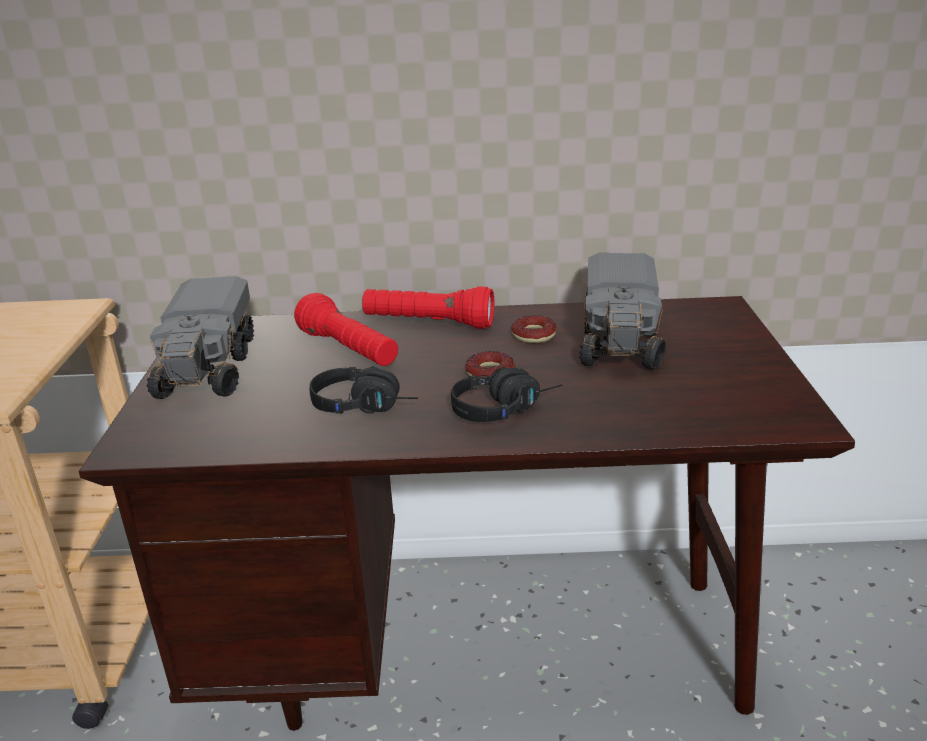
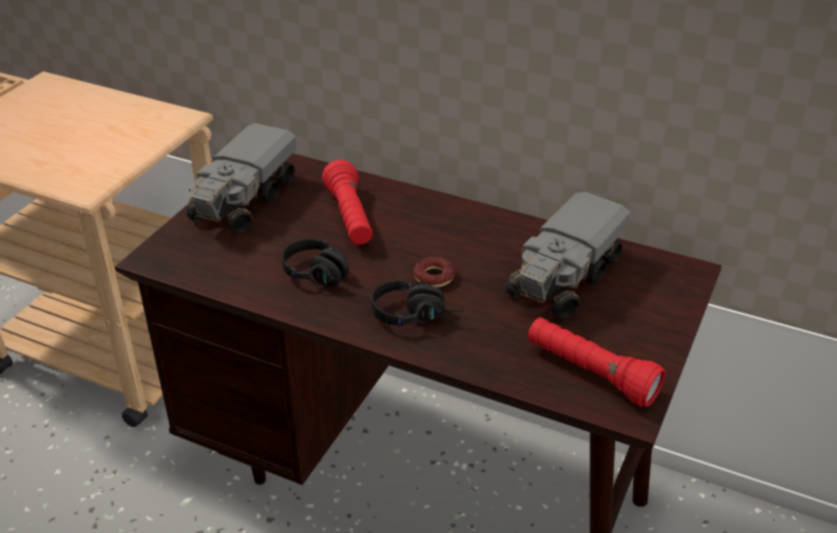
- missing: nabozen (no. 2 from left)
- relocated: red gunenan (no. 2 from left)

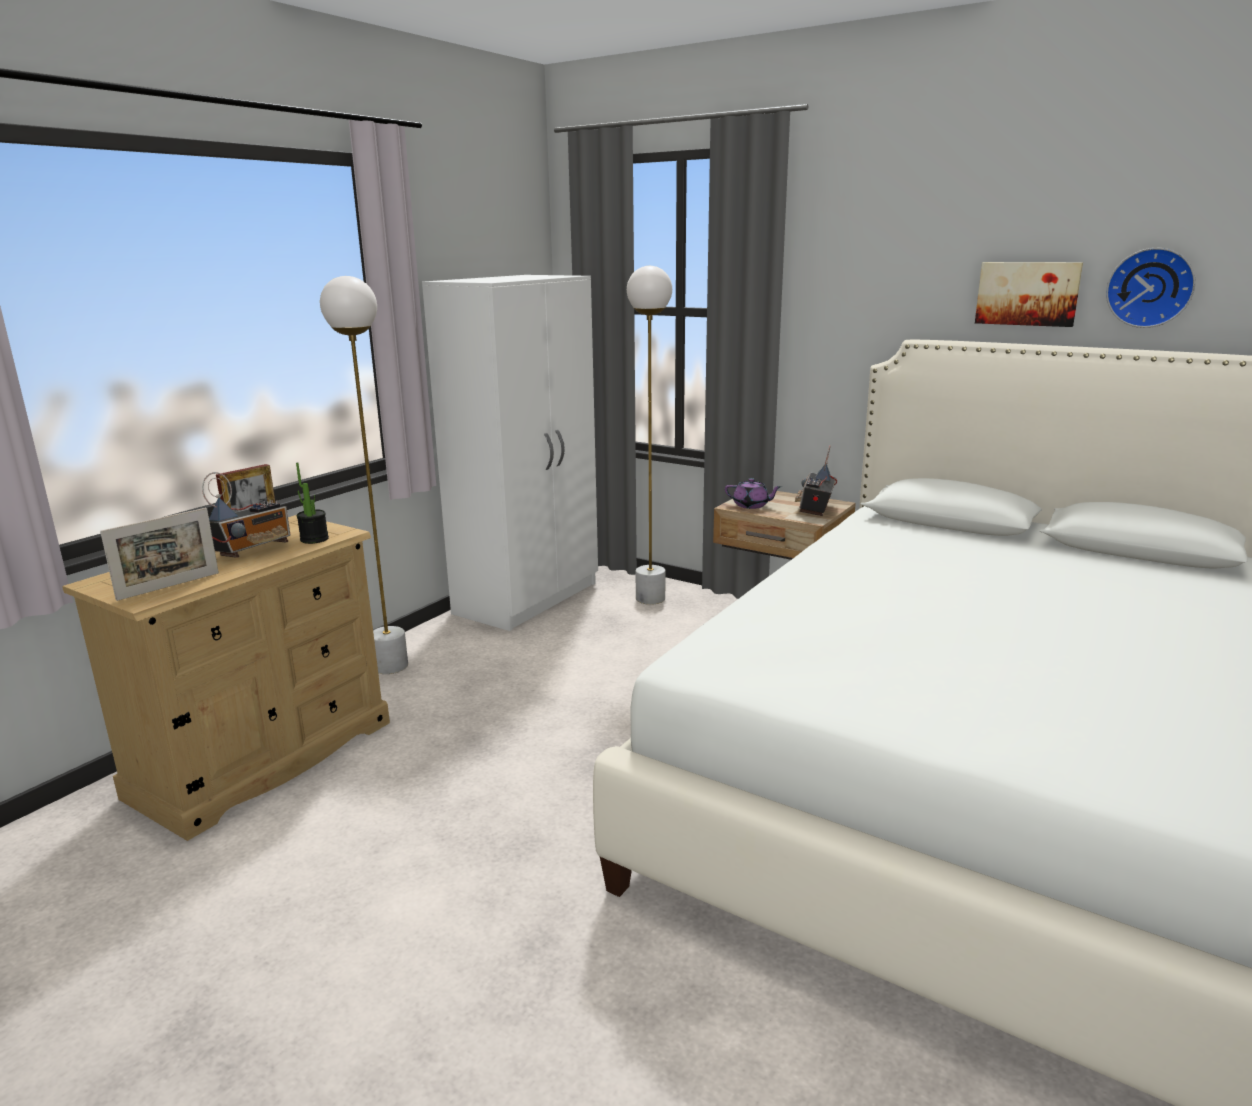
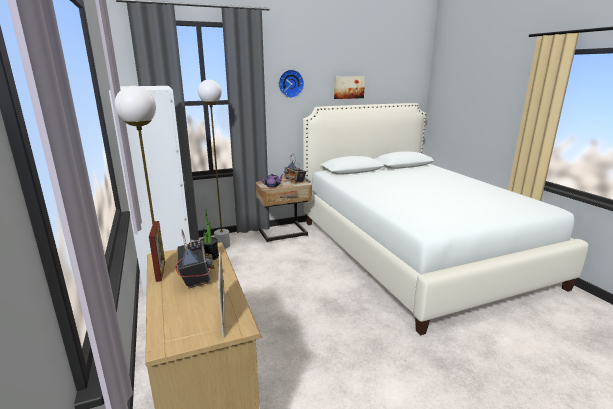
- relocated: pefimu

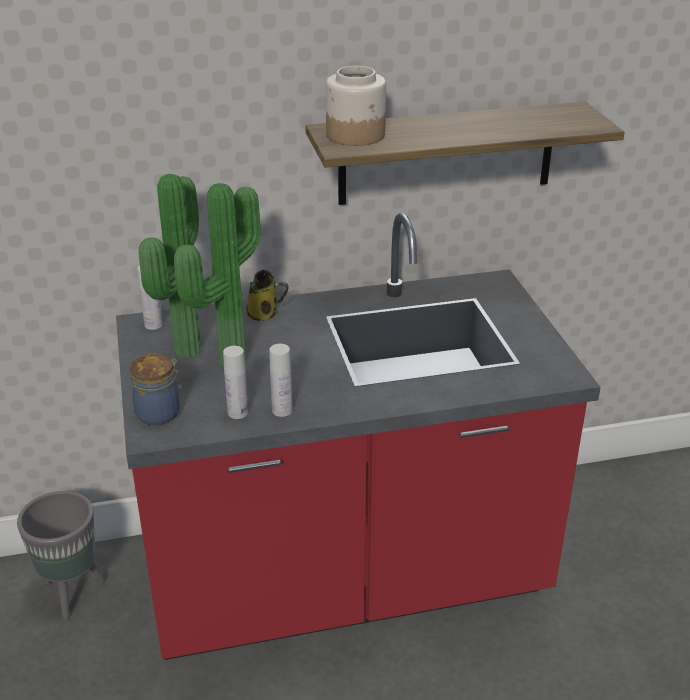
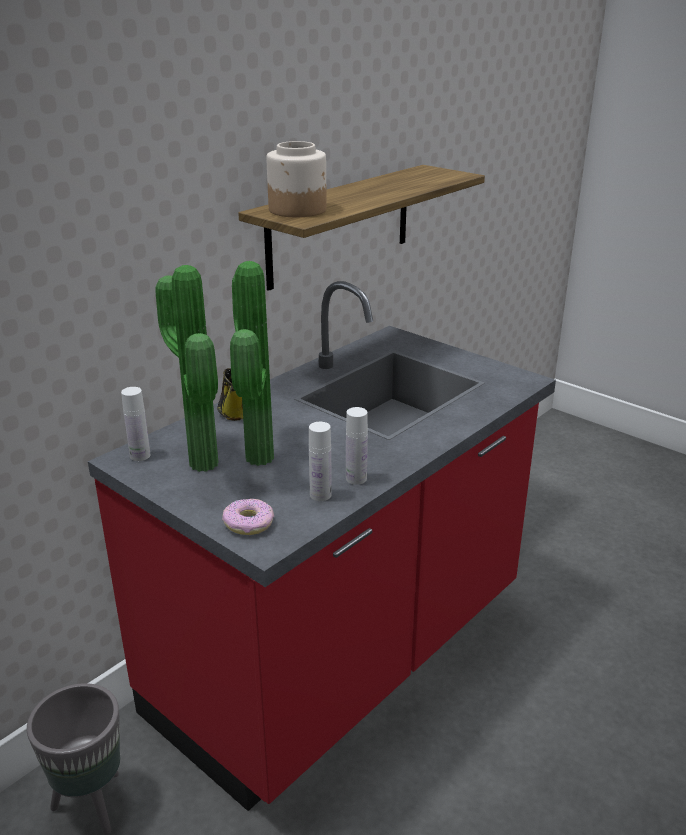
- exchanged: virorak (no. 1 from left) to nabozen

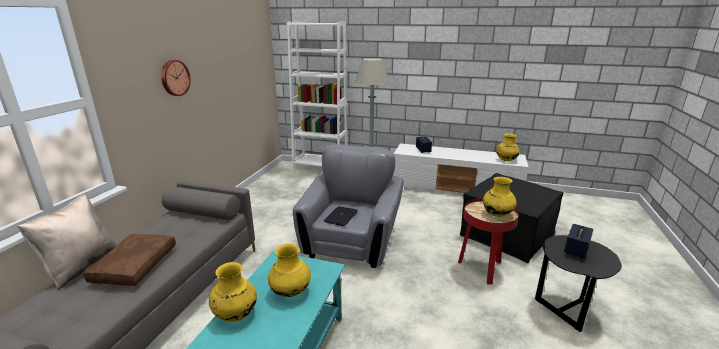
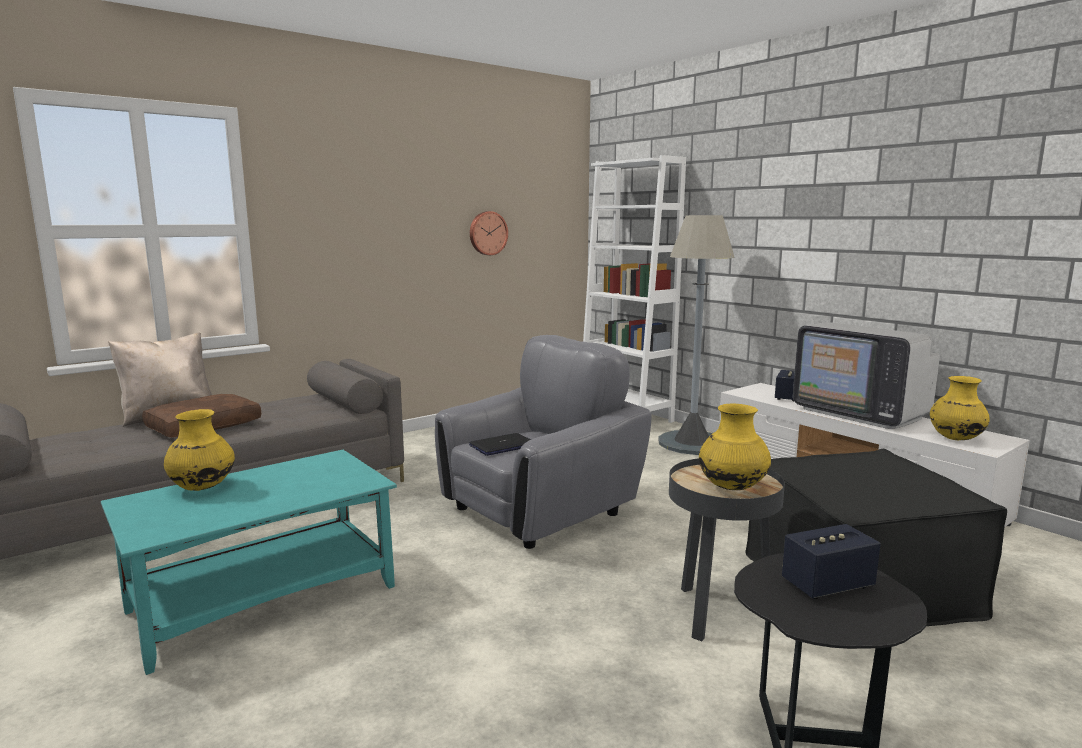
- missing: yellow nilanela (no. 2 from left)
- appeared: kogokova
- relocated: pefimu
- colour: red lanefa to black lanefa (no. 1 from left)

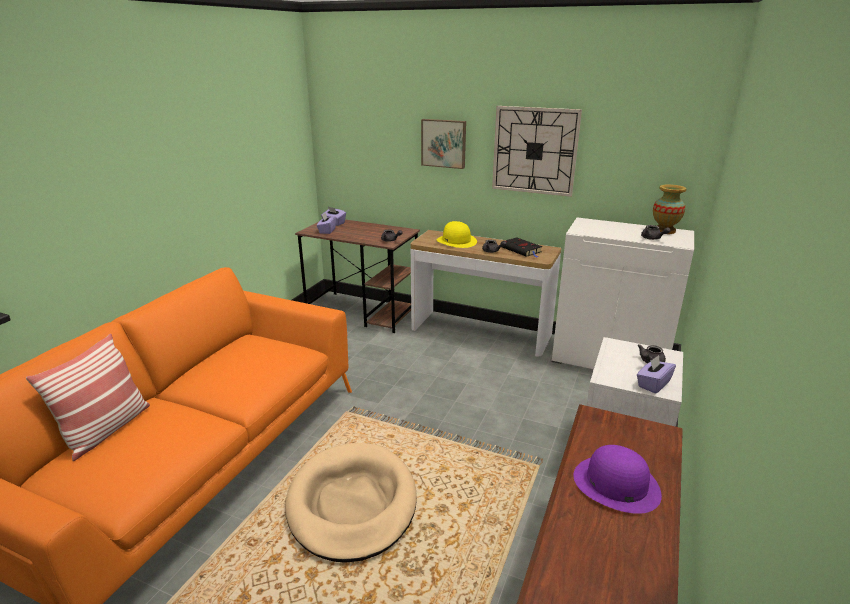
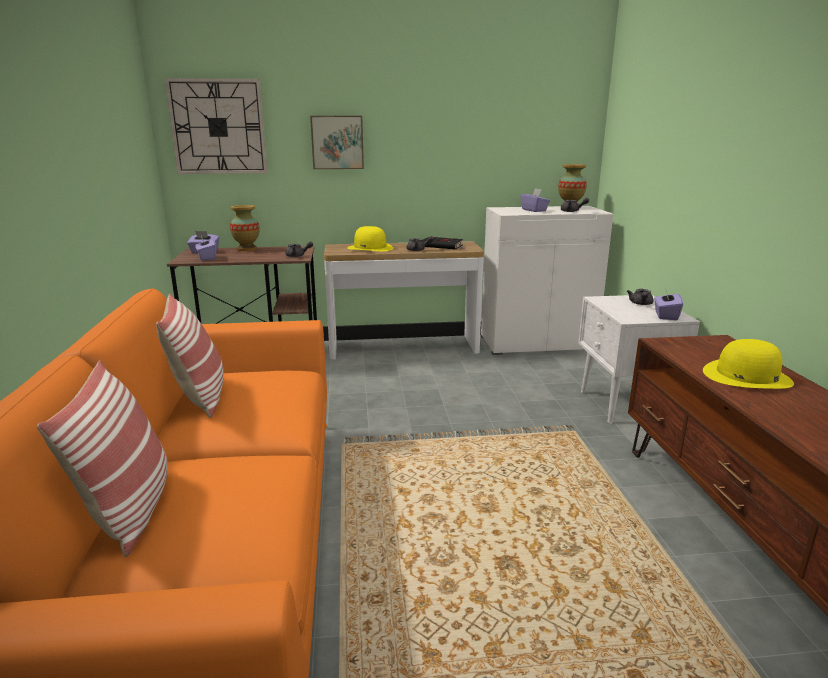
- missing: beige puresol
- appeared: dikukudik (no. 2 from left)
- appeared: nilanela (no. 1 from left)
- appeared: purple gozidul (no. 3 from left)
- relocated: pefimu
- colour: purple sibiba to yellow sibiba (no. 2 from left)

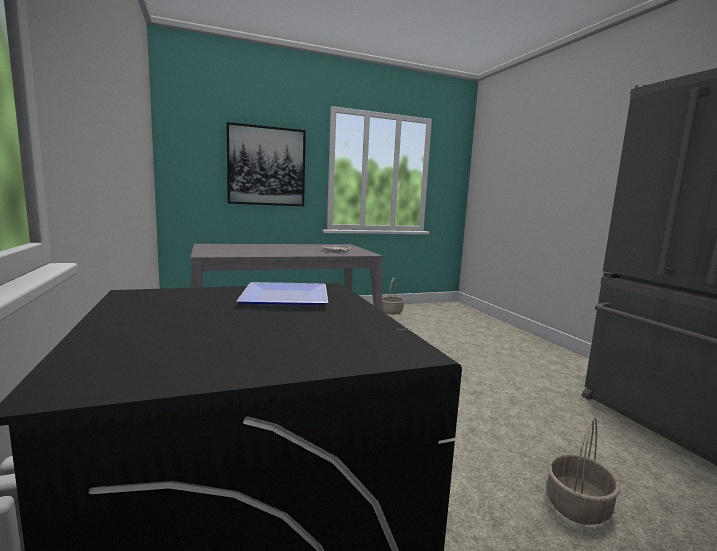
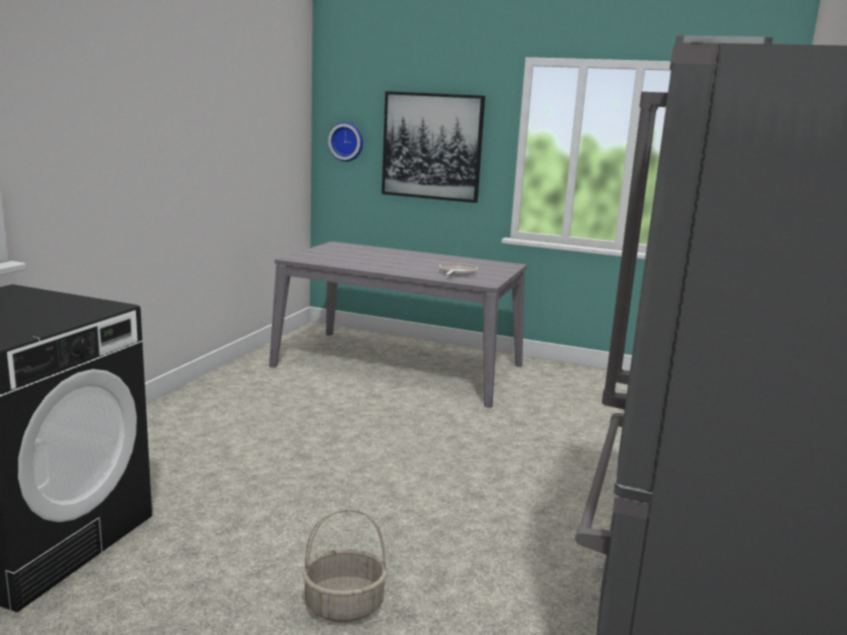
- missing: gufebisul
- missing: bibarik (no. 1 from left)
- appeared: pefimu

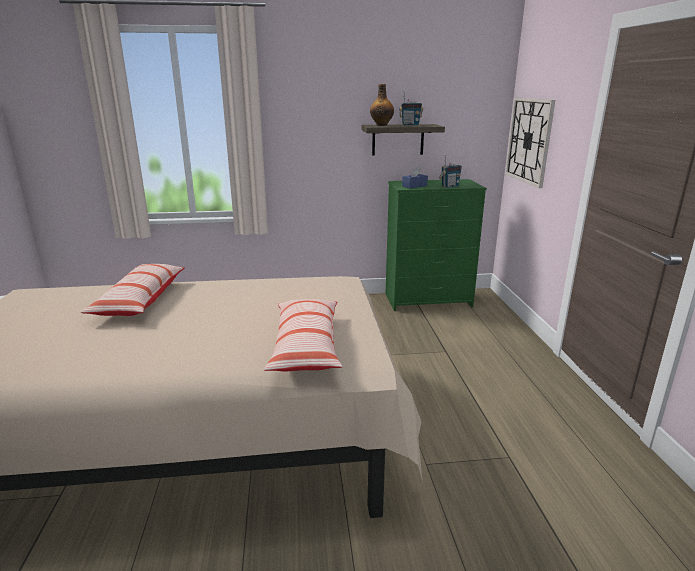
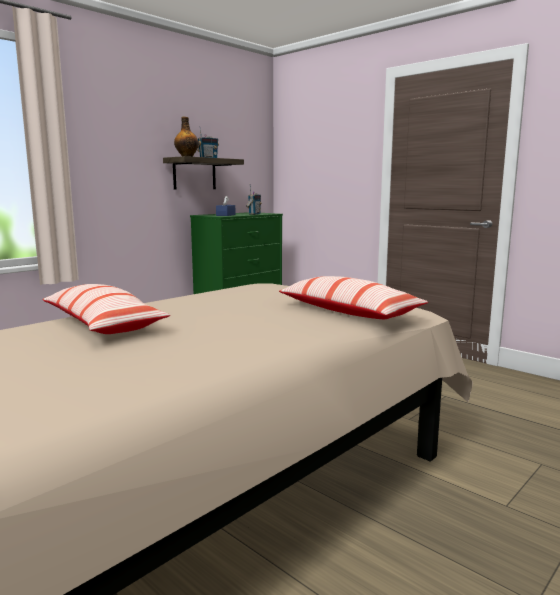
- missing: pefimu

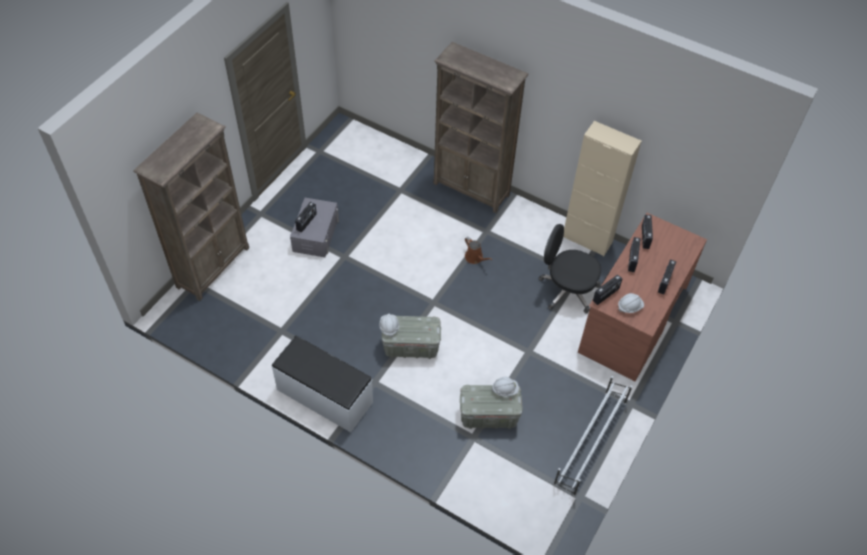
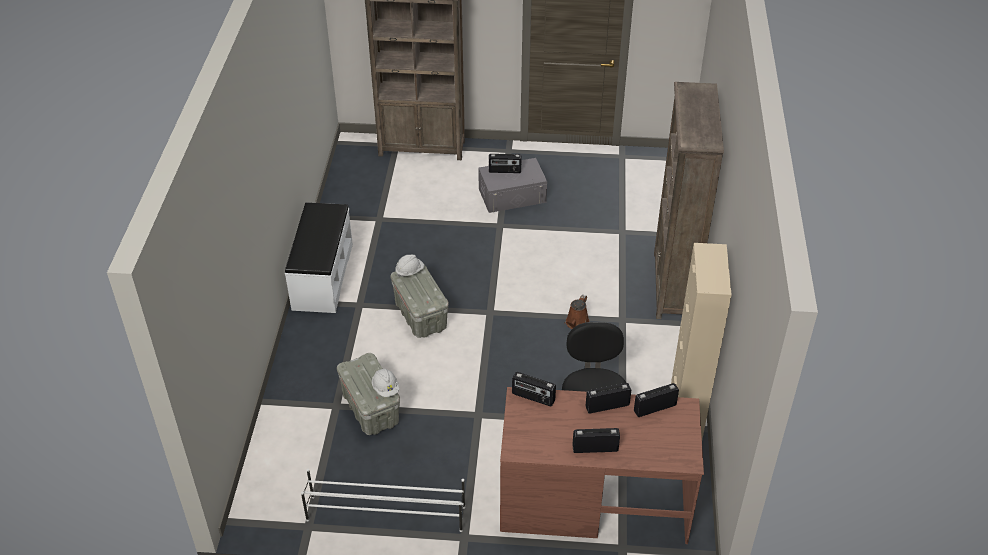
- missing: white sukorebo (no. 3 from left)

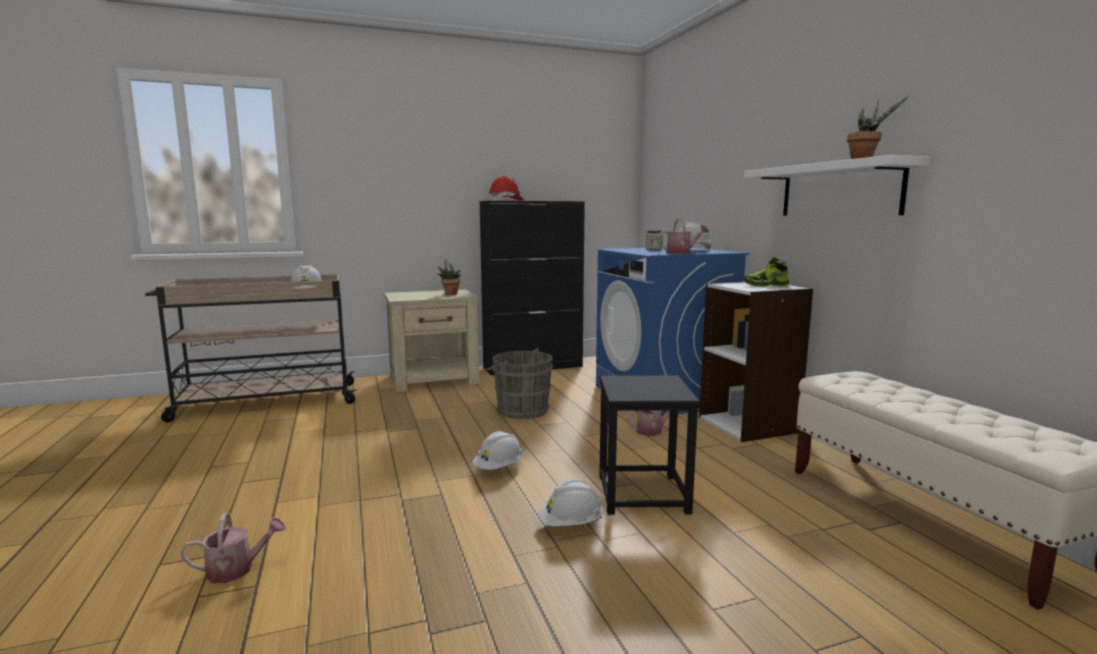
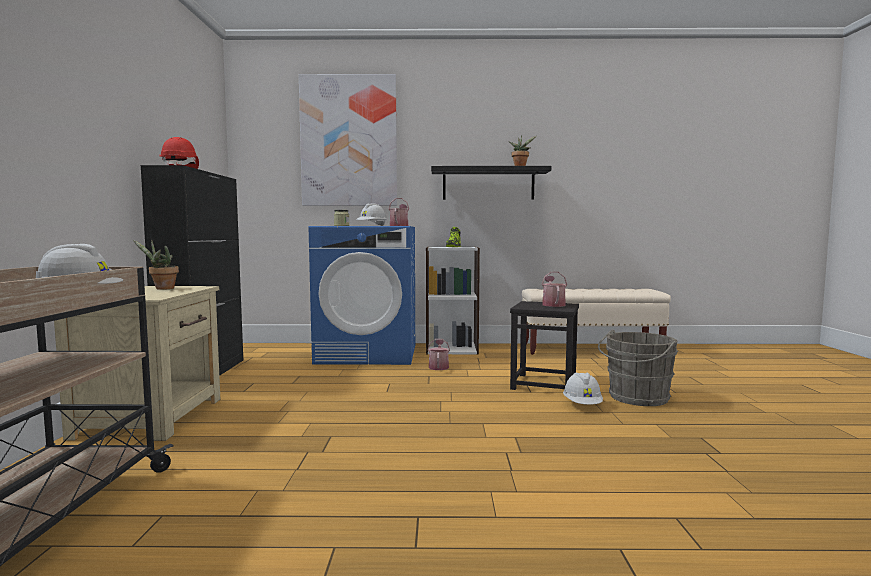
- missing: white sukorebo (no. 2 from left)
- appeared: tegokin
- relocated: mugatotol (no. 1 from left in the first image) to mugatotol (no. 3 from left)
- relocated: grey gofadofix
- colour: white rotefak to black rotefak

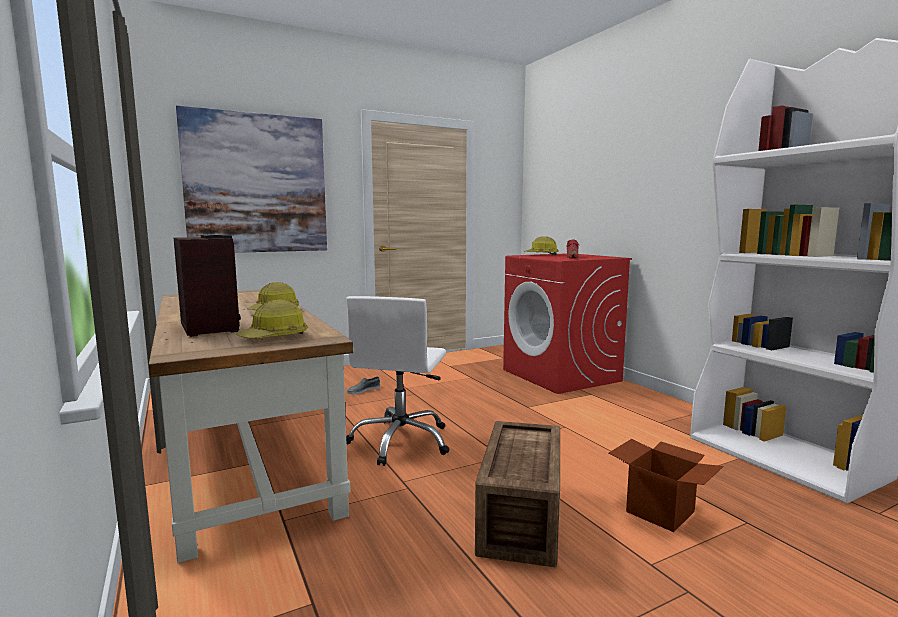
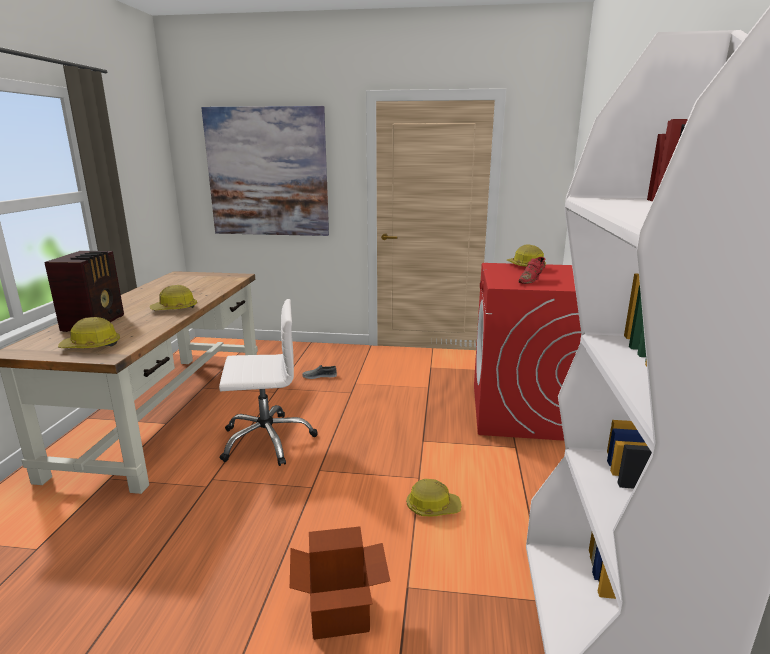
- missing: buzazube
- appeared: sukorebo (no. 3 from left)
- spun: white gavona 150 degrees counterclockwise

